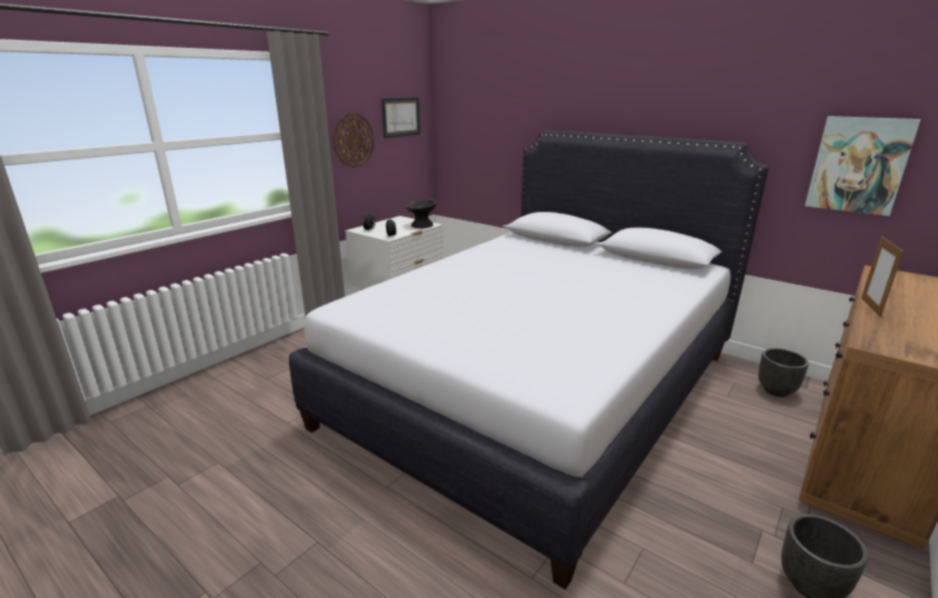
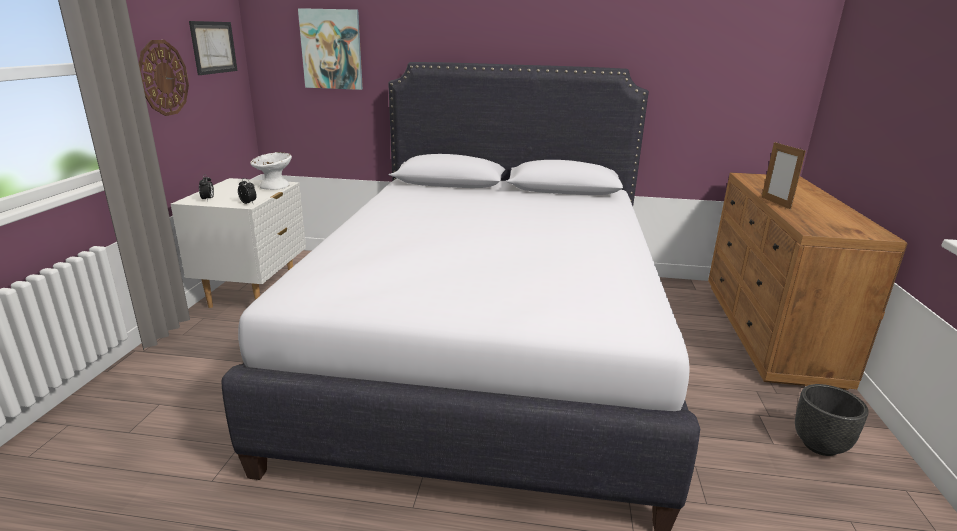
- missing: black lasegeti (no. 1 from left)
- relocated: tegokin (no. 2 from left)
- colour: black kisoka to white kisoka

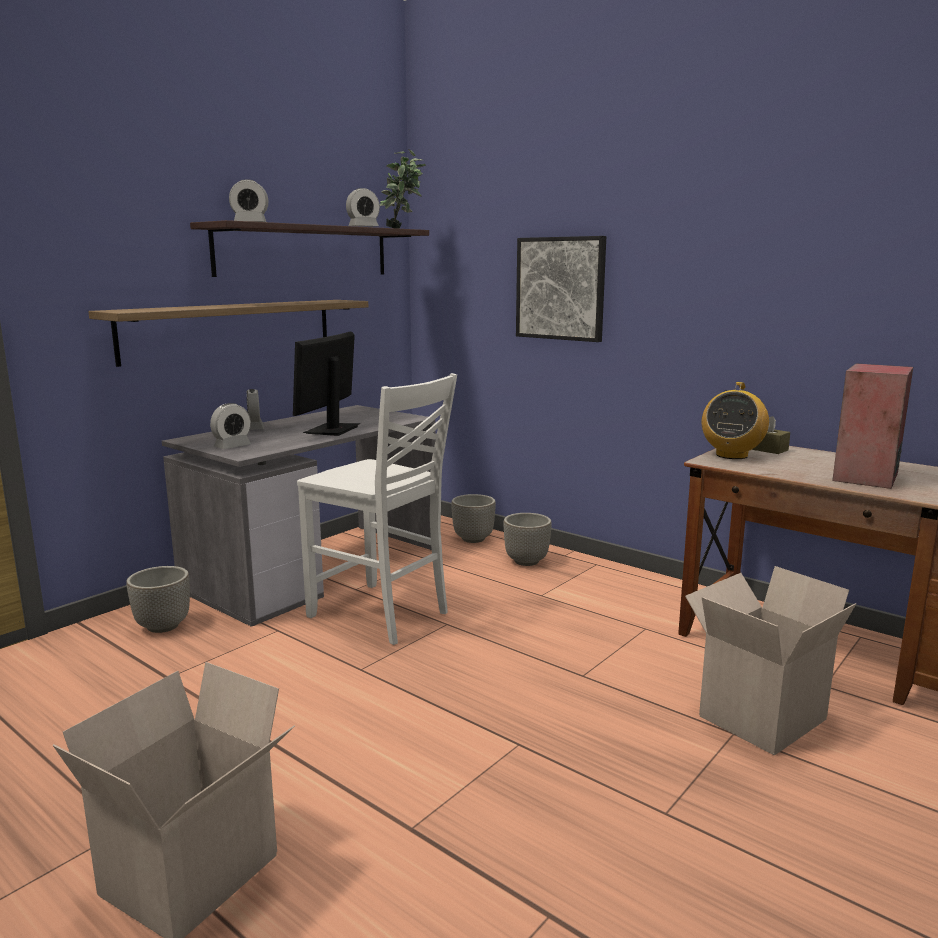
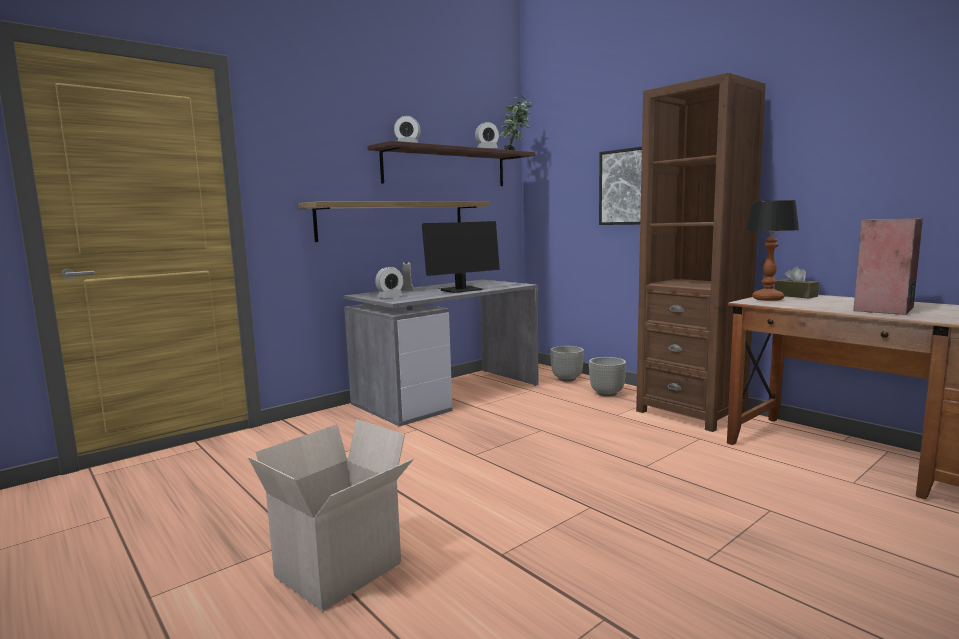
- missing: lasegeti (no. 1 from left)
- missing: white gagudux
- missing: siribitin (no. 2 from left)
- appeared: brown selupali
- exchanged: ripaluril to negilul
- spun: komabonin 150 degrees counterclockwise

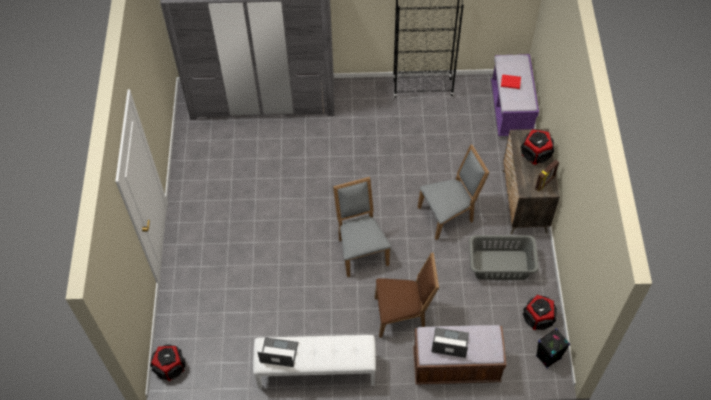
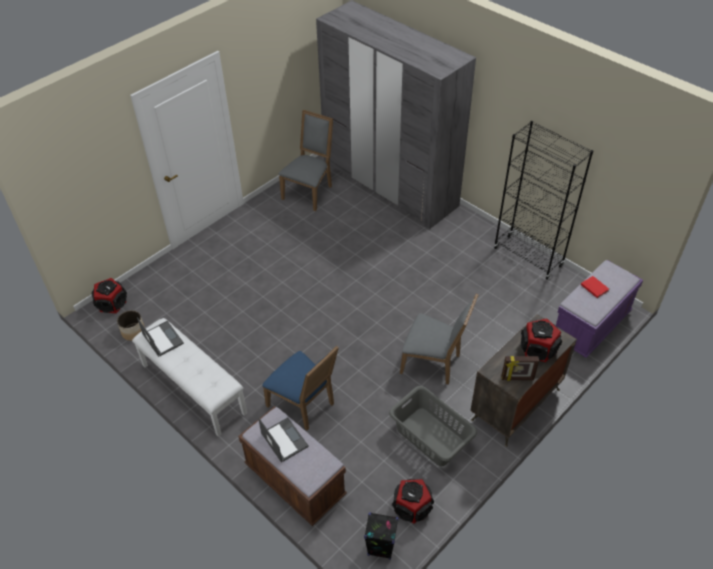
- appeared: lasegeti
- relocated: grey gagudux (no. 1 from left)
- colour: brown gagudux to blue gagudux

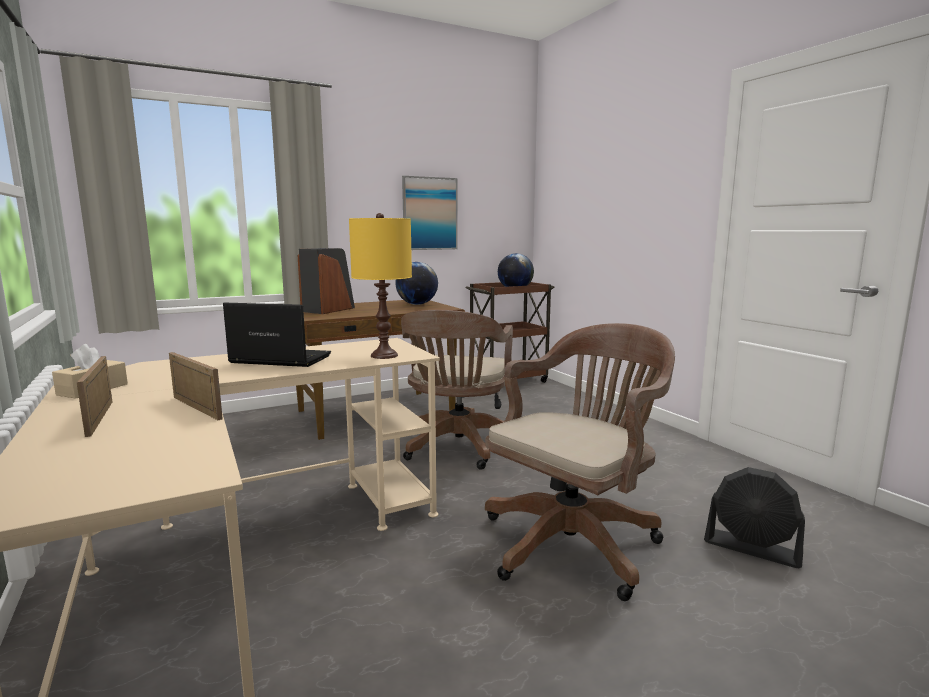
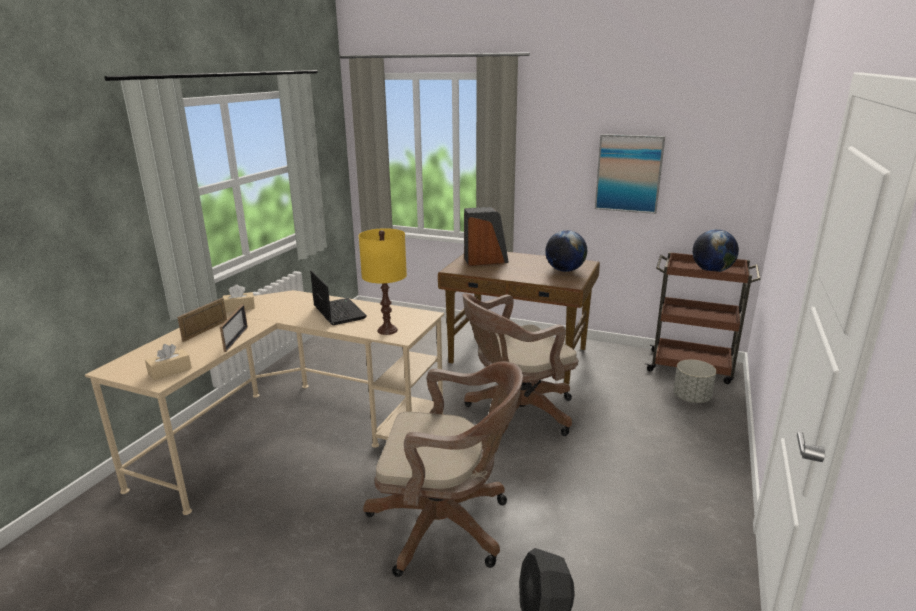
- appeared: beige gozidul (no. 1 from left)
- appeared: grey lasegeti

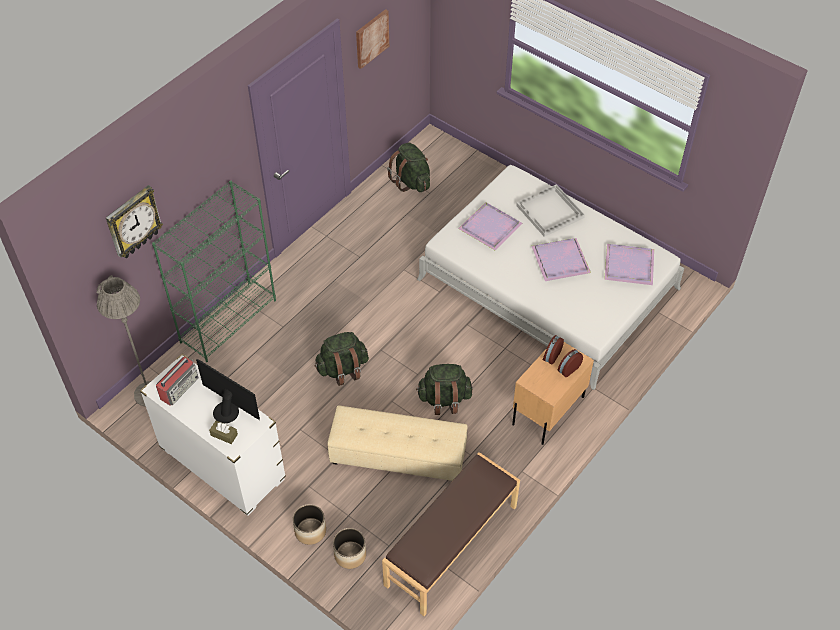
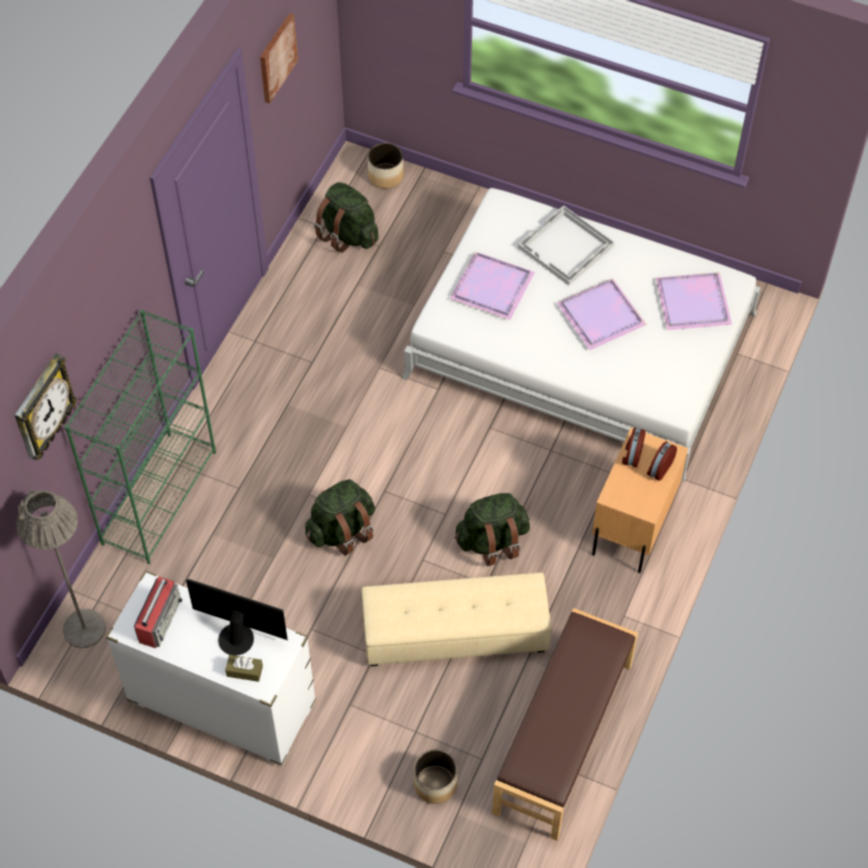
- relocated: lasegeti (no. 1 from left)

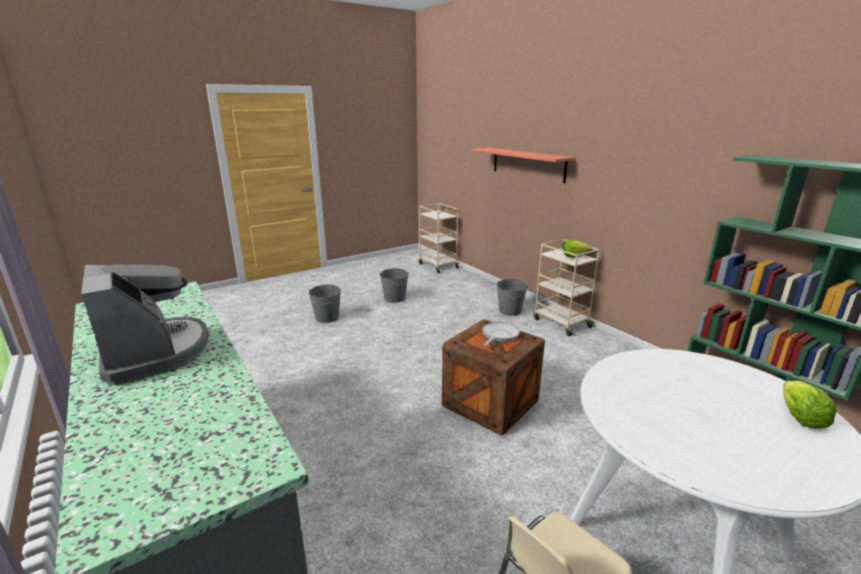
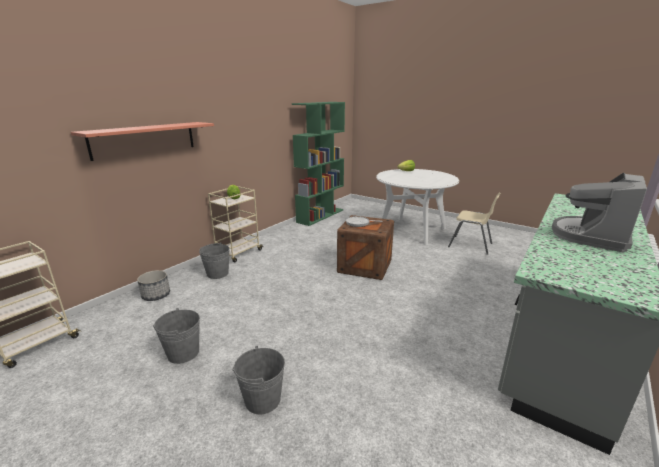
- appeared: lasegeti

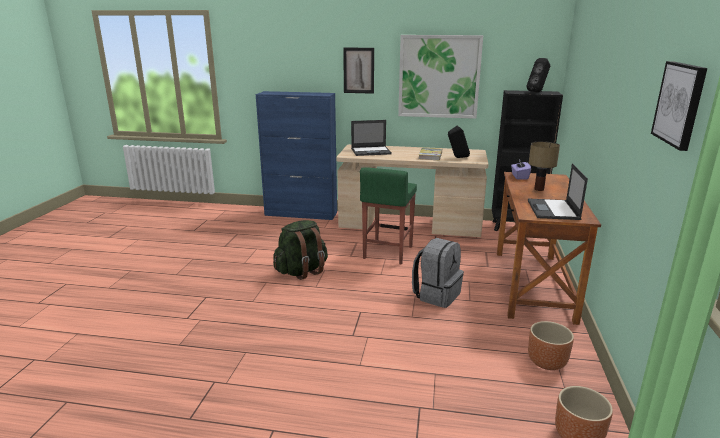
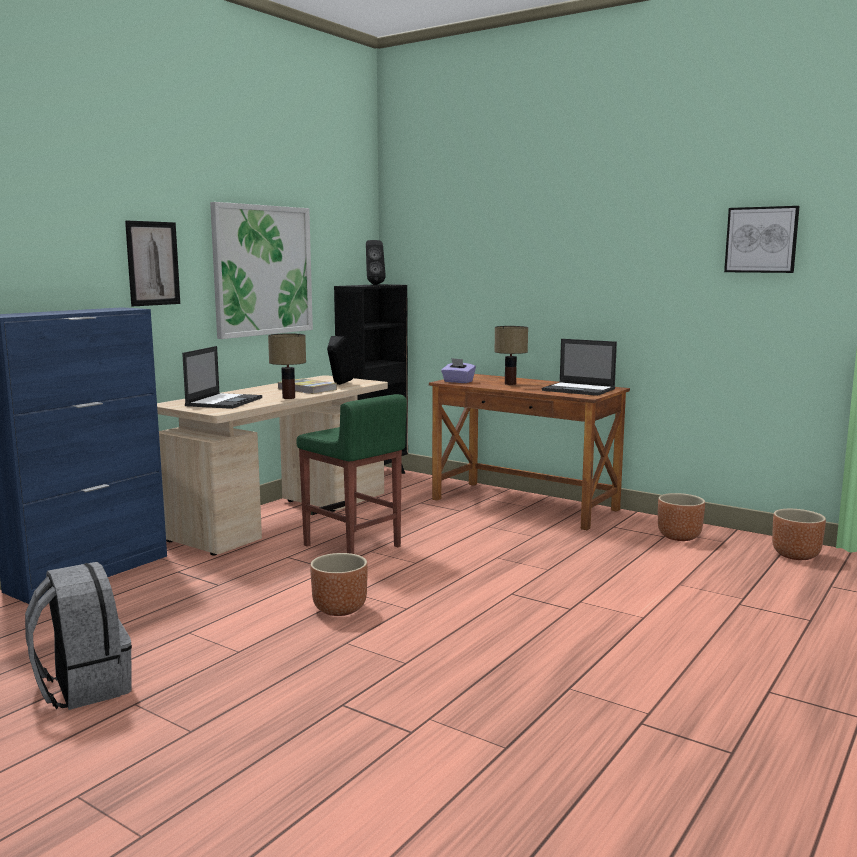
- appeared: negilul (no. 1 from left)
- relocated: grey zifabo
- exchanged: green zifabo to brown lasegeti (no. 1 from left)

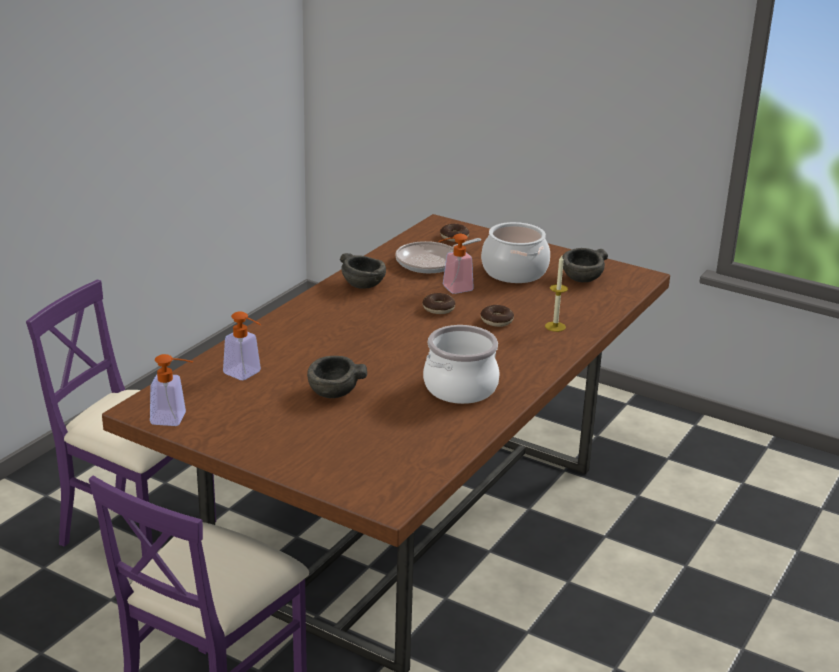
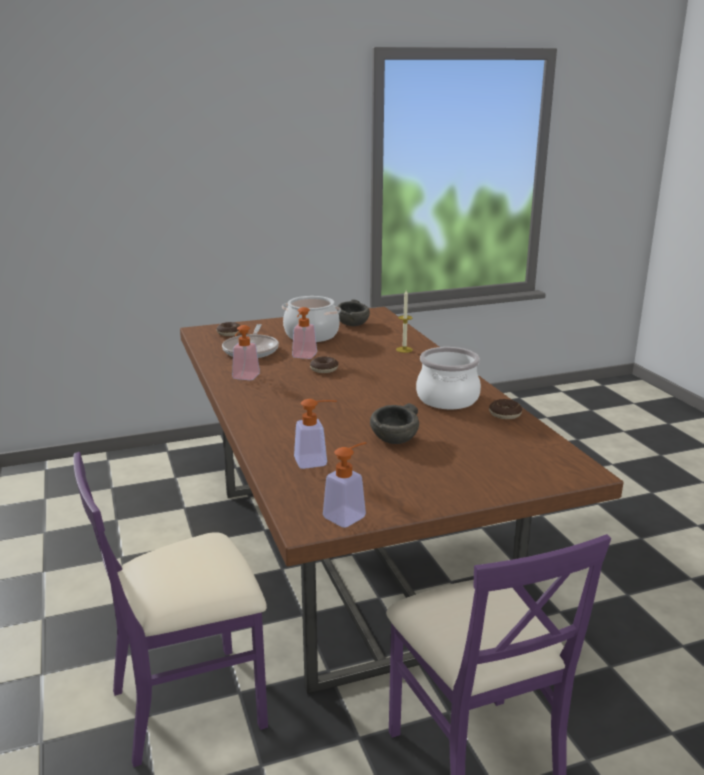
- relocated: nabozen (no. 3 from left)
- exchanged: grey kisoka (no. 2 from left) to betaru (no. 1 from left)

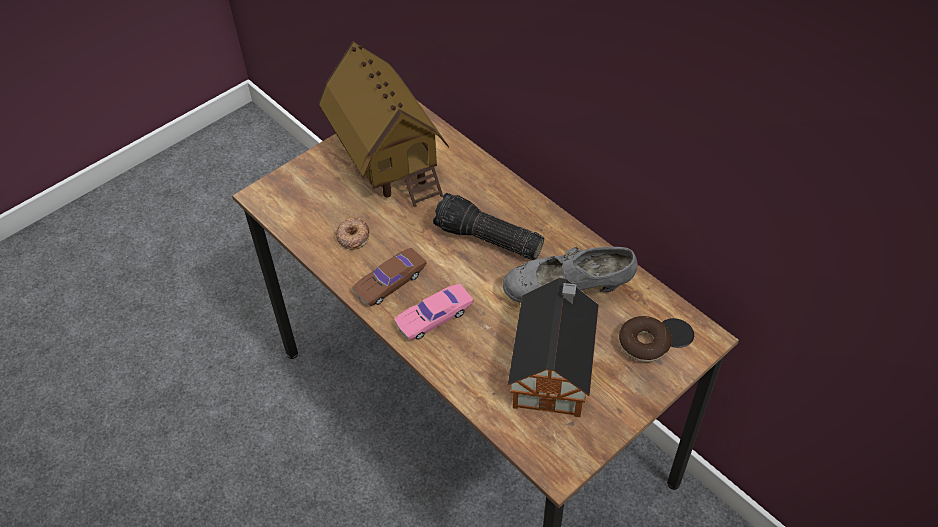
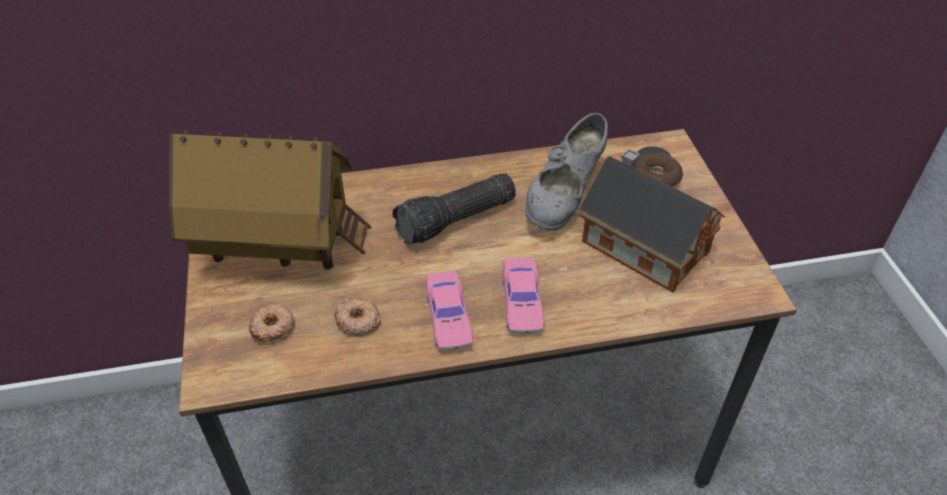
- appeared: nabozen (no. 1 from left)
- colour: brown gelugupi to pink gelugupi (no. 1 from left)

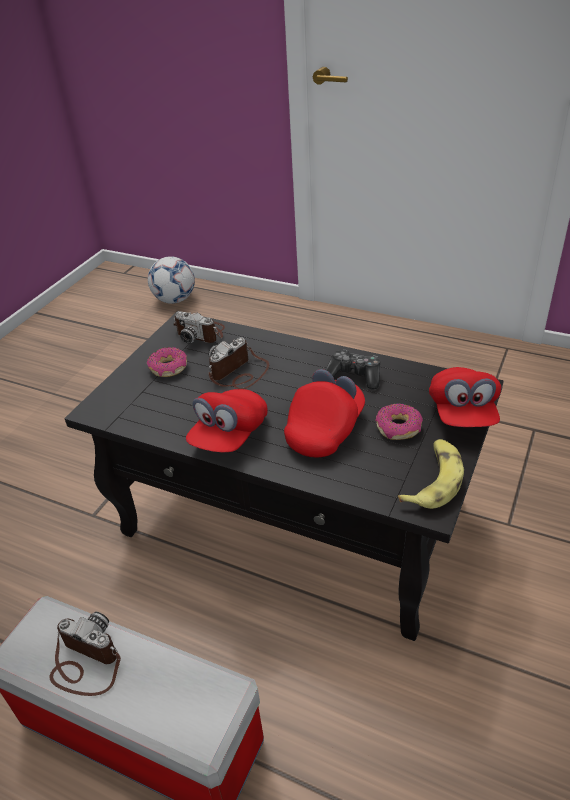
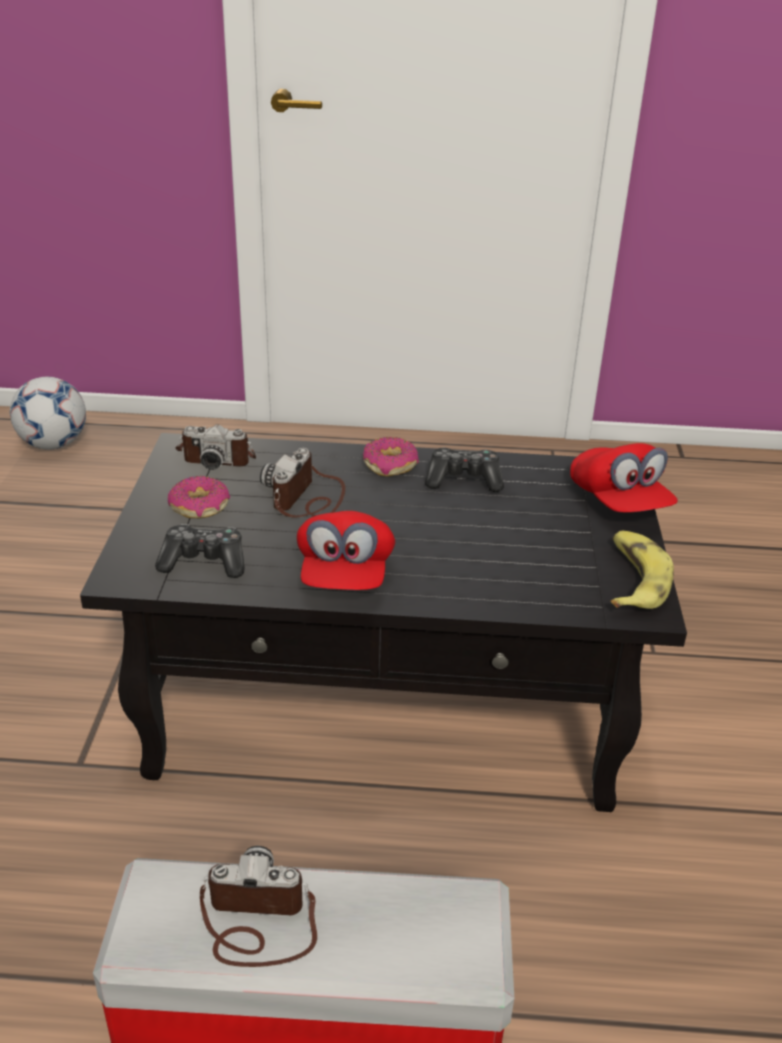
- missing: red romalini (no. 2 from left)
- appeared: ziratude (no. 1 from left)
- relocated: nabozen (no. 2 from left)

